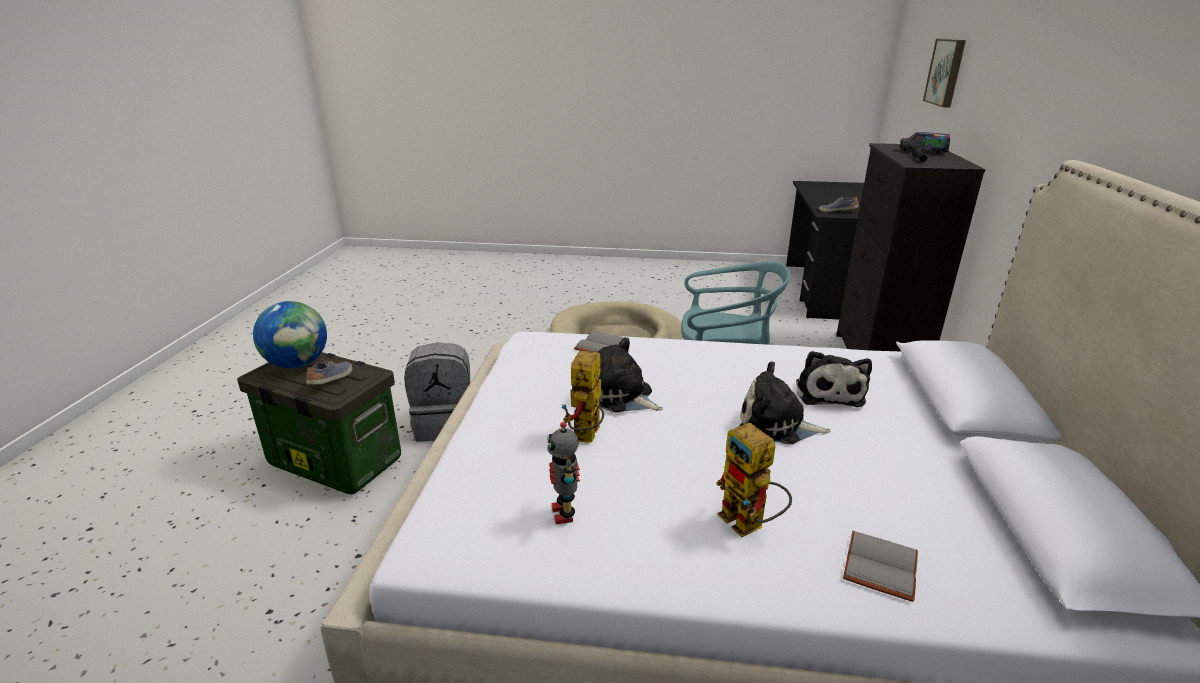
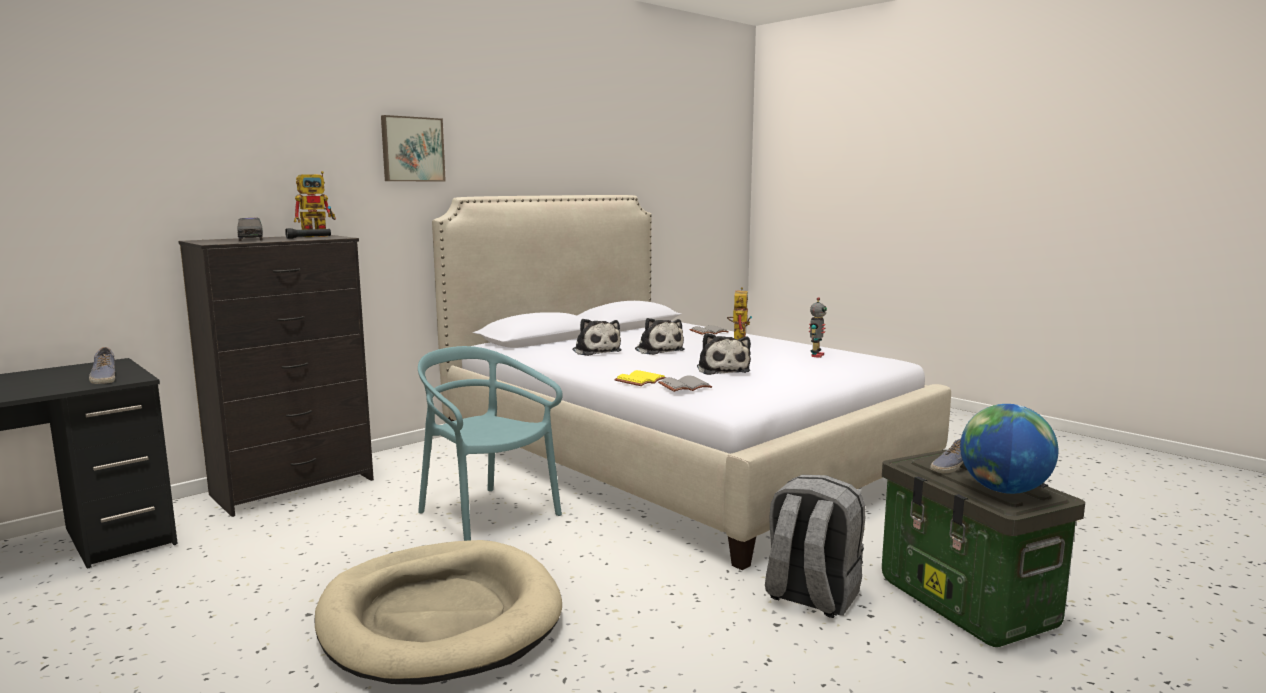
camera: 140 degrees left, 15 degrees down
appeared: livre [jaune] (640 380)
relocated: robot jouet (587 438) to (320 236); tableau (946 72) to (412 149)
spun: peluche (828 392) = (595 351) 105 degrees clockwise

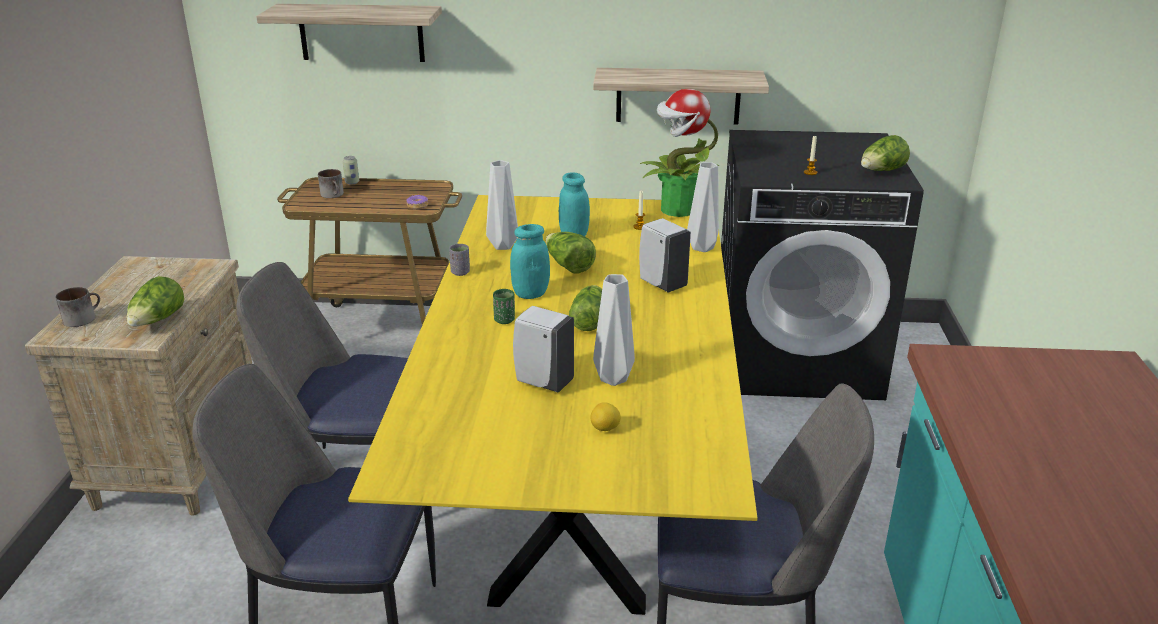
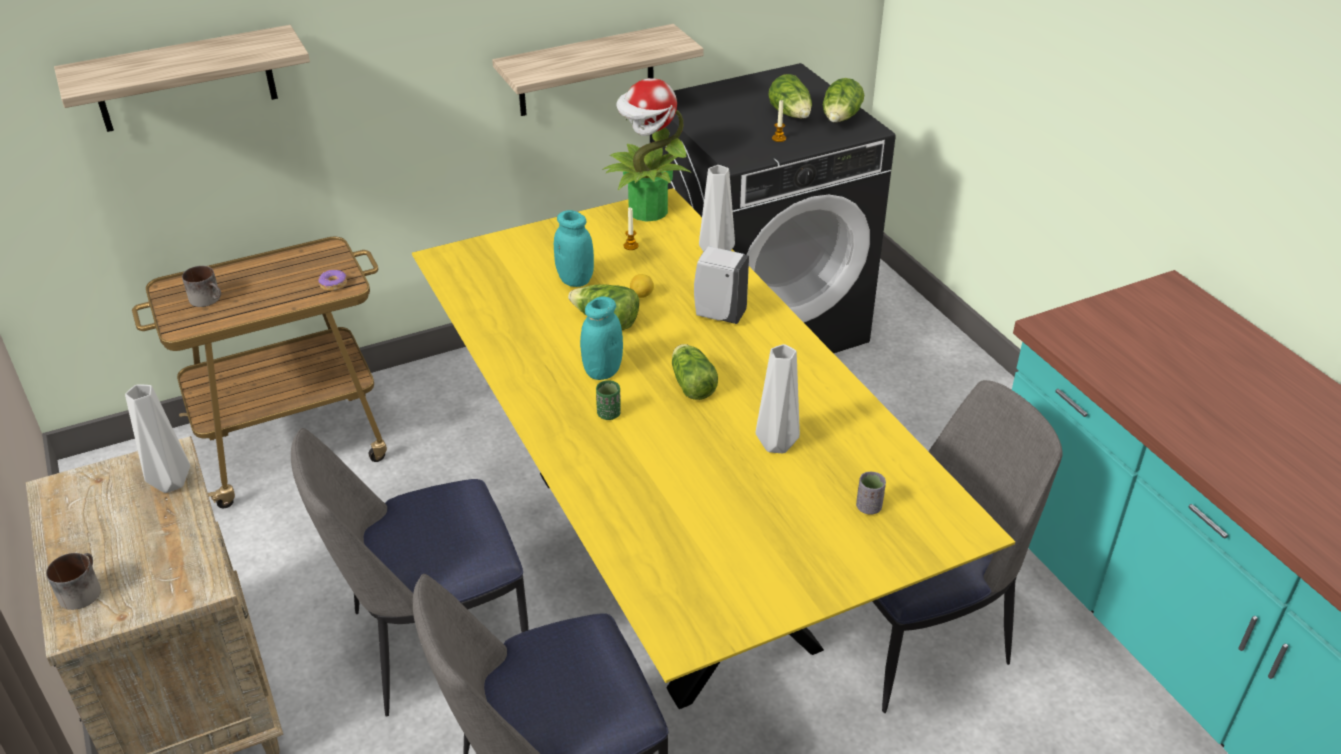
camera: 30 degrees left, 10 degrees up
missing: boîte métallique (352 182); distributeur de savon [blanc] (542 382)
relocated: laitue (158 320) to (791 115); tasse [gris] (460 272) to (868 507); vase [gris] (501 246) to (169 484); citron (605 429) to (642 295)

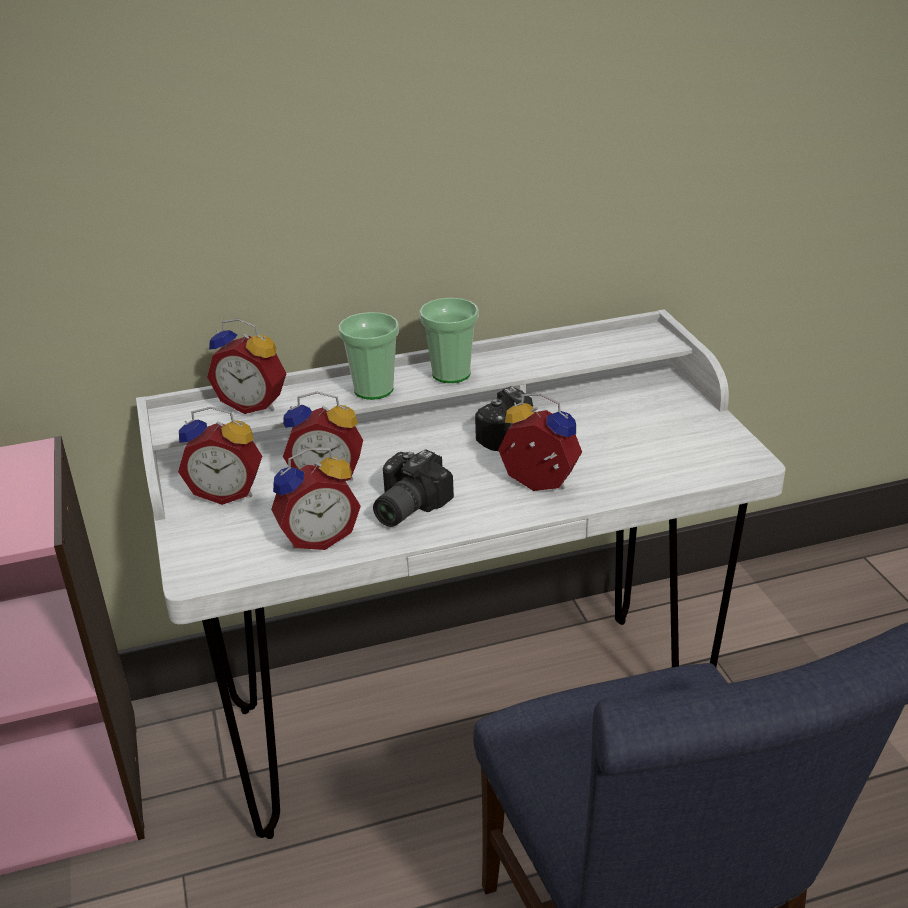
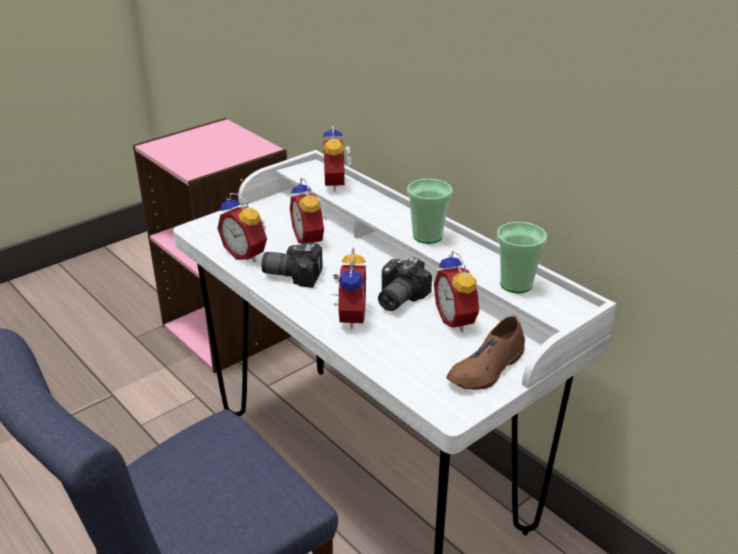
camera: 65 degrees right, 0 degrees up
appeared: chaussure [marron] (487 368)
relocated: réveil (227 492) to (458 320); tasse (373 390) to (516 284)

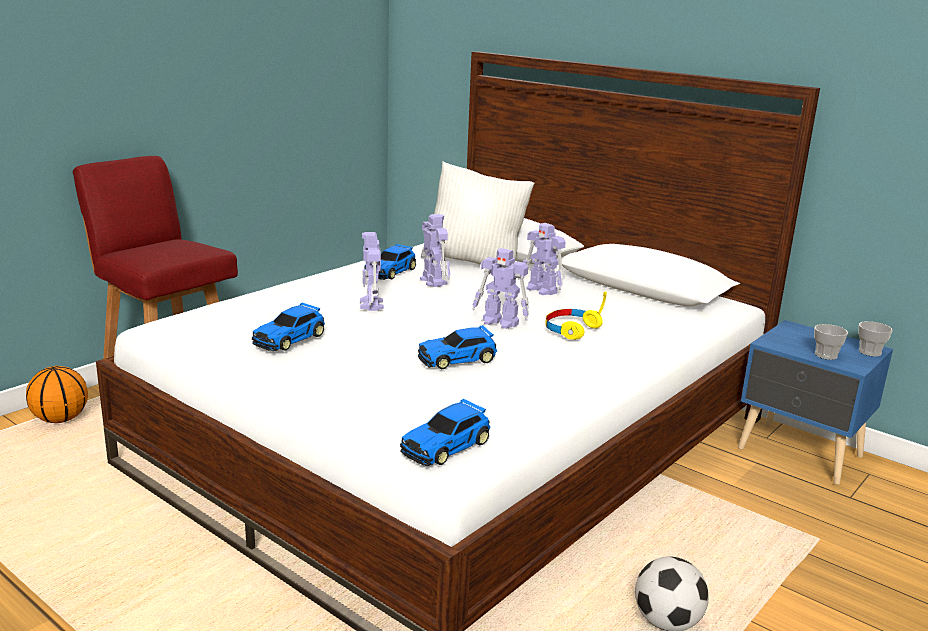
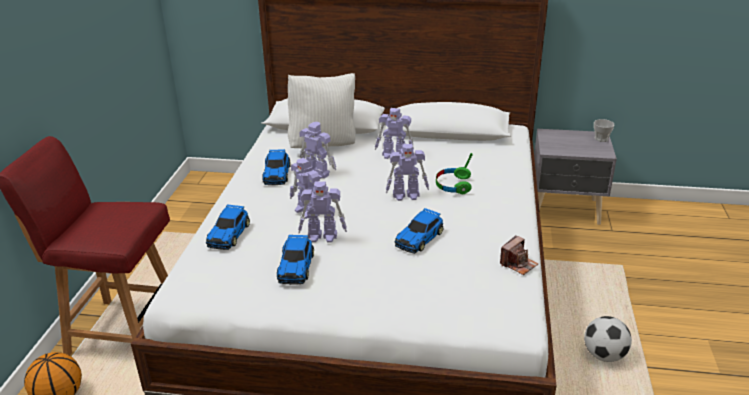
camera: 30 degrees left, 10 degrees up
missing: tasse (825 355)
appeared: robot jouet (323 236); appareil photo (518 264)
relocated: petite voiture (447 446) to (229 234)
colour: casque audio [jaune] (571 330) to casque audio [vert] (453 185); table de chevet [bleu] (800 454) to table de chevet [gris] (565 211)

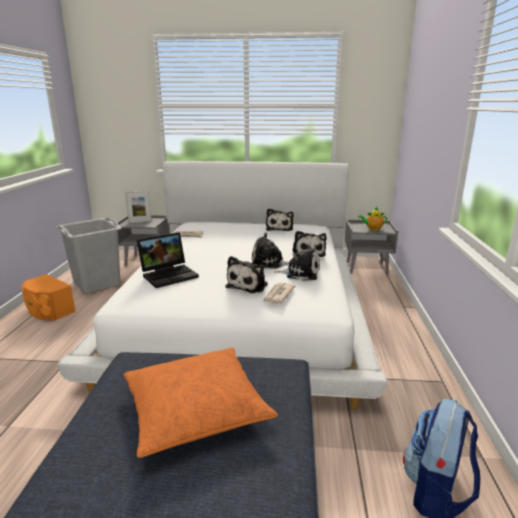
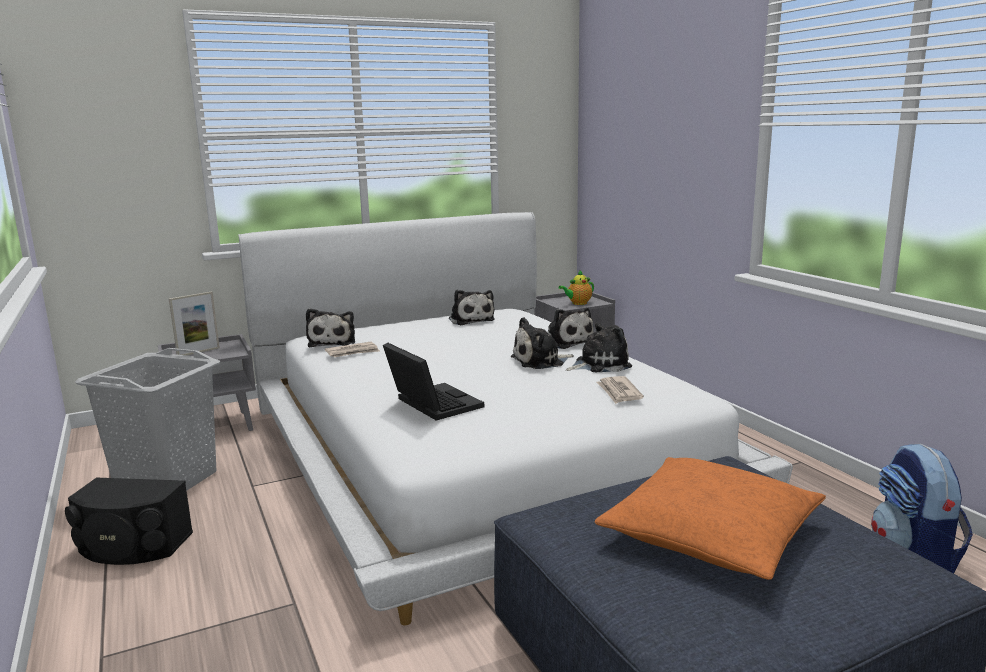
camera: 30 degrees left, 5 degrees down
relocated: peluche (248 285) to (332 342)
colour: enceinte [orange] (49 310) to enceinte [noir] (132 546)
spun: ordinateur portable (169 275) = (431 404) 60 degrees counterclockwise

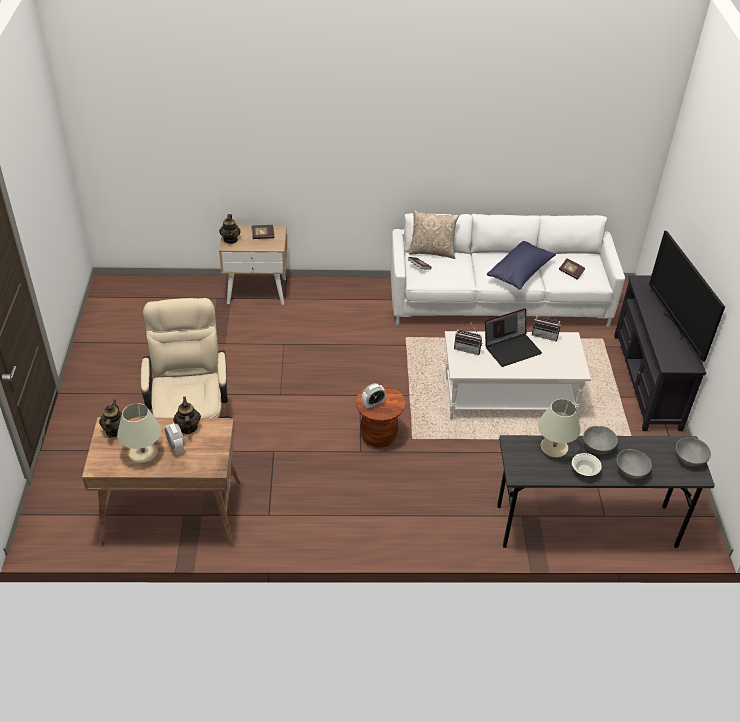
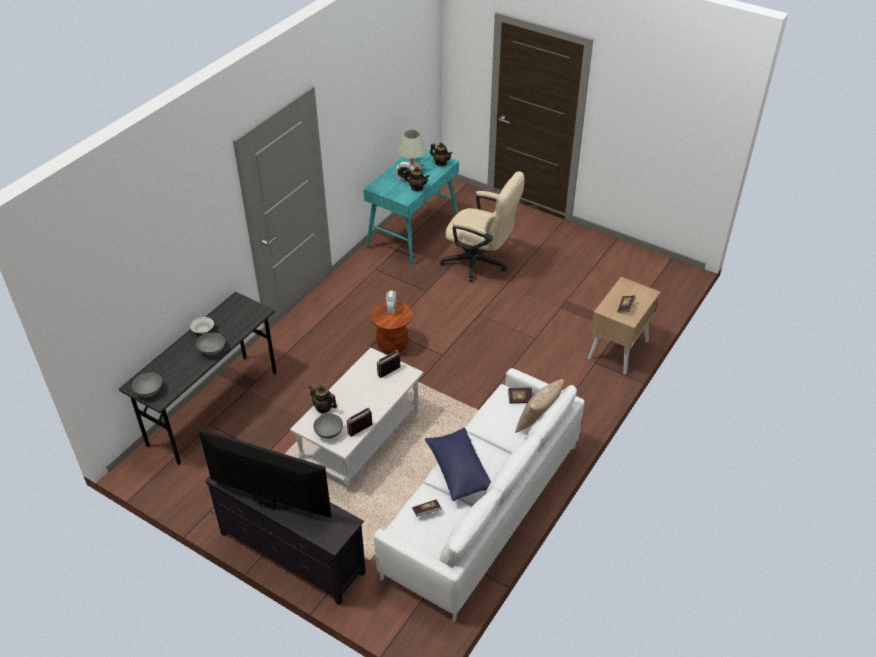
camera: 125 degrees right, 0 degrees up
missing: ordinateur portable (512 348); lampe de table [beige] (553 448)
relocated: théière (230 239) to (323 407); bol [gris] (631 471) to (329 432)
colour: bureau [marron] (172 515) to bureau [turquoise] (413 233)

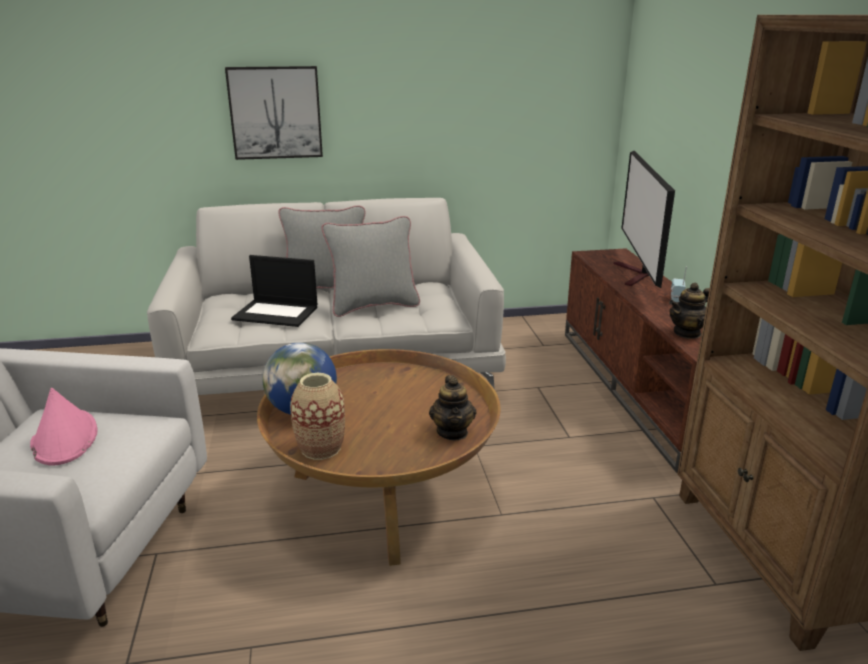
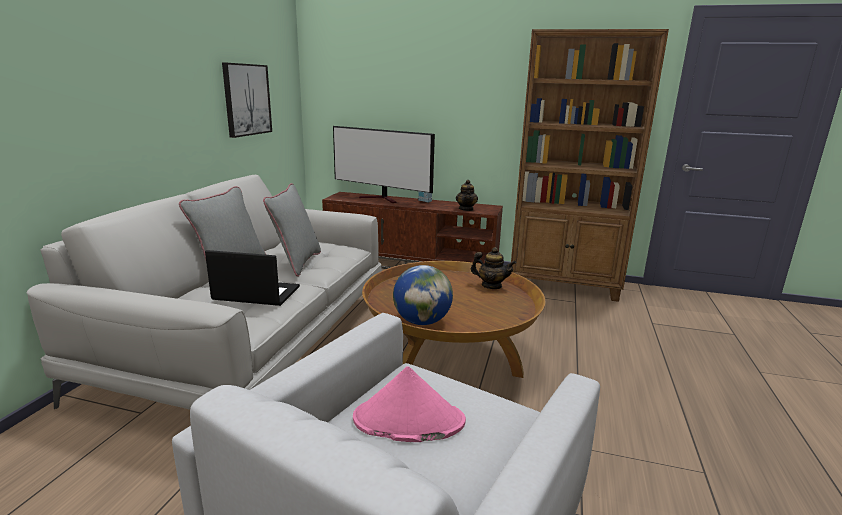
camera: 65 degrees left, 5 degrees down
missing: vase (321 448)
relocated: tableau (275 113) to (247 99)
spun: ordinateur portable (277 313) = (255 293) 120 degrees counterclockwise

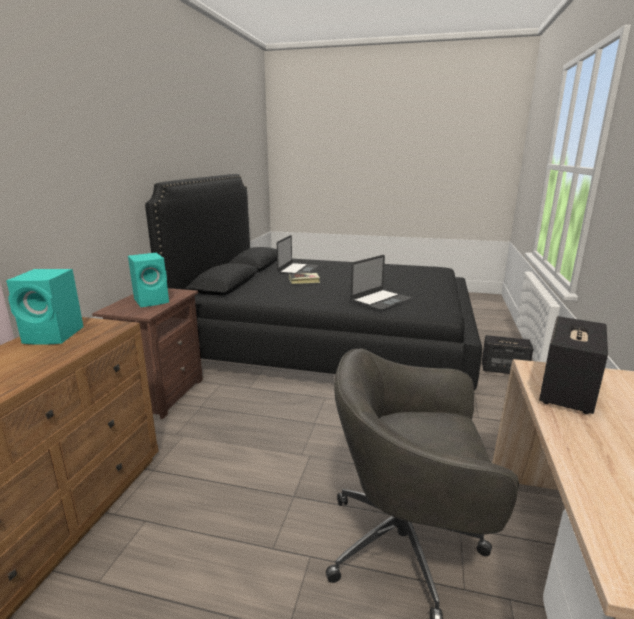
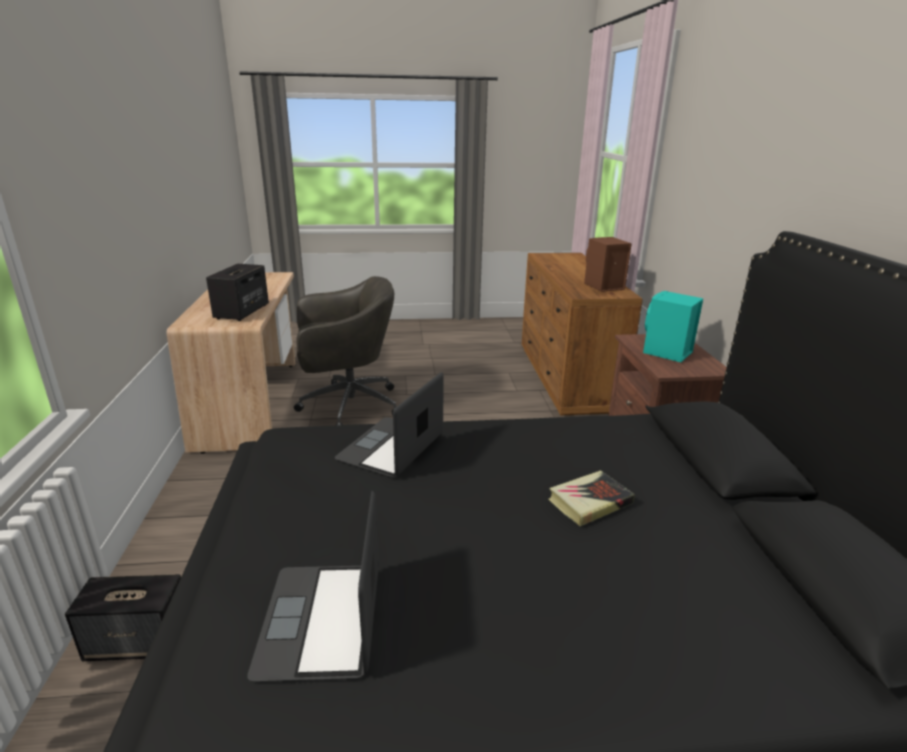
camera: 160 degrees right, 5 degrees up
relocated: ordinateur portable (298 269) to (321 619)
colour: enceinte [turquoise] (55 335) to enceinte [marron] (602 286)

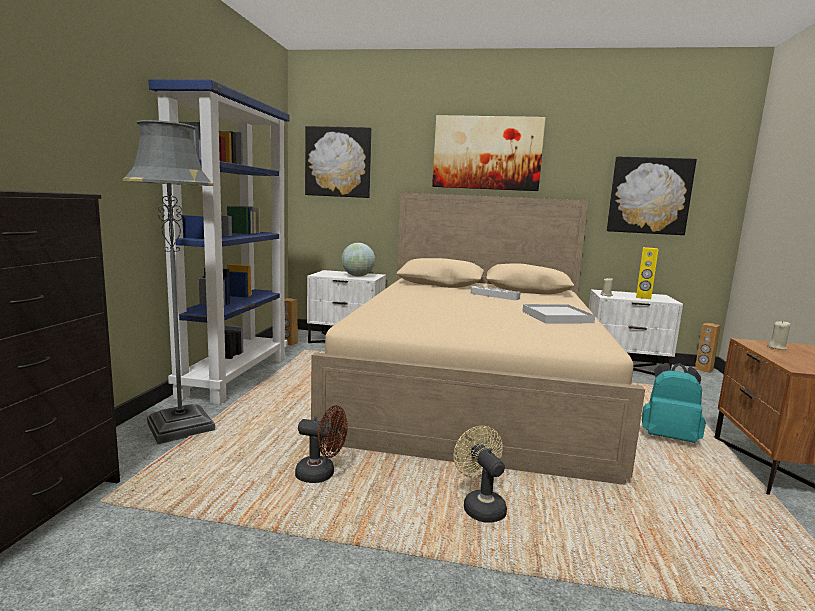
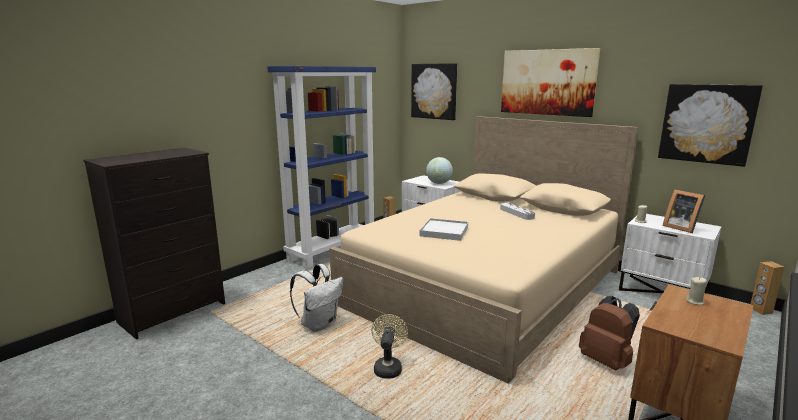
camera: 30 degrees right, 5 degrees up
missing: lampadaire [gris] (181 427)
relocated: plateau [blanc] (557 317) to (444 232)
exchanged: ventilateur [marron] (321 475) to sac à dos [blanc] (319 324); enceinte [jaune] (643 297) to cadre photo (680 227)
colour: sac à dos [turquoise] (668 437) to sac à dos [marron] (606 361)

